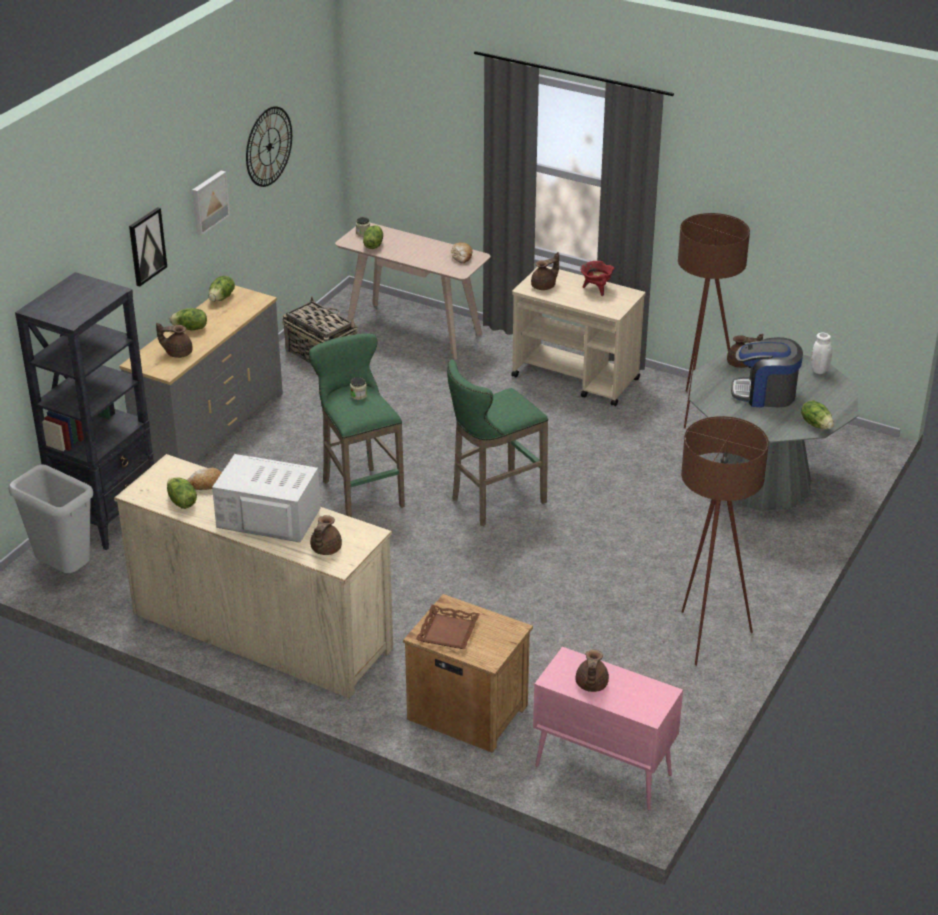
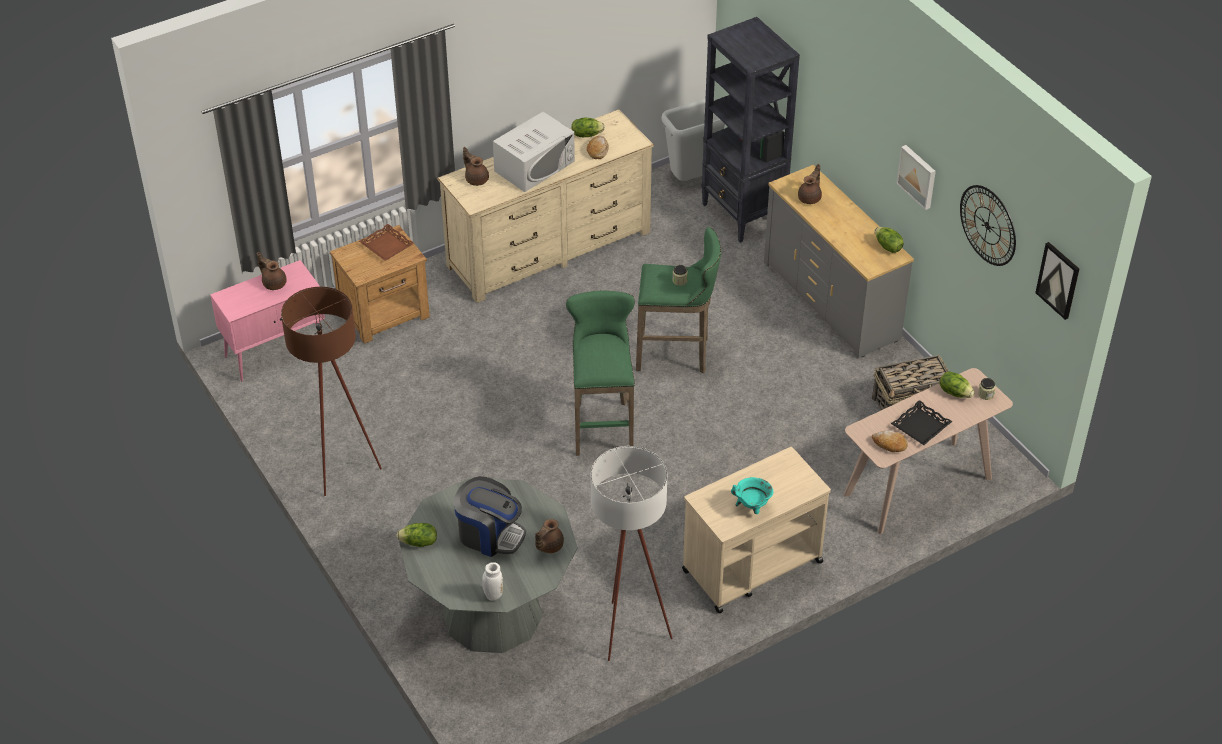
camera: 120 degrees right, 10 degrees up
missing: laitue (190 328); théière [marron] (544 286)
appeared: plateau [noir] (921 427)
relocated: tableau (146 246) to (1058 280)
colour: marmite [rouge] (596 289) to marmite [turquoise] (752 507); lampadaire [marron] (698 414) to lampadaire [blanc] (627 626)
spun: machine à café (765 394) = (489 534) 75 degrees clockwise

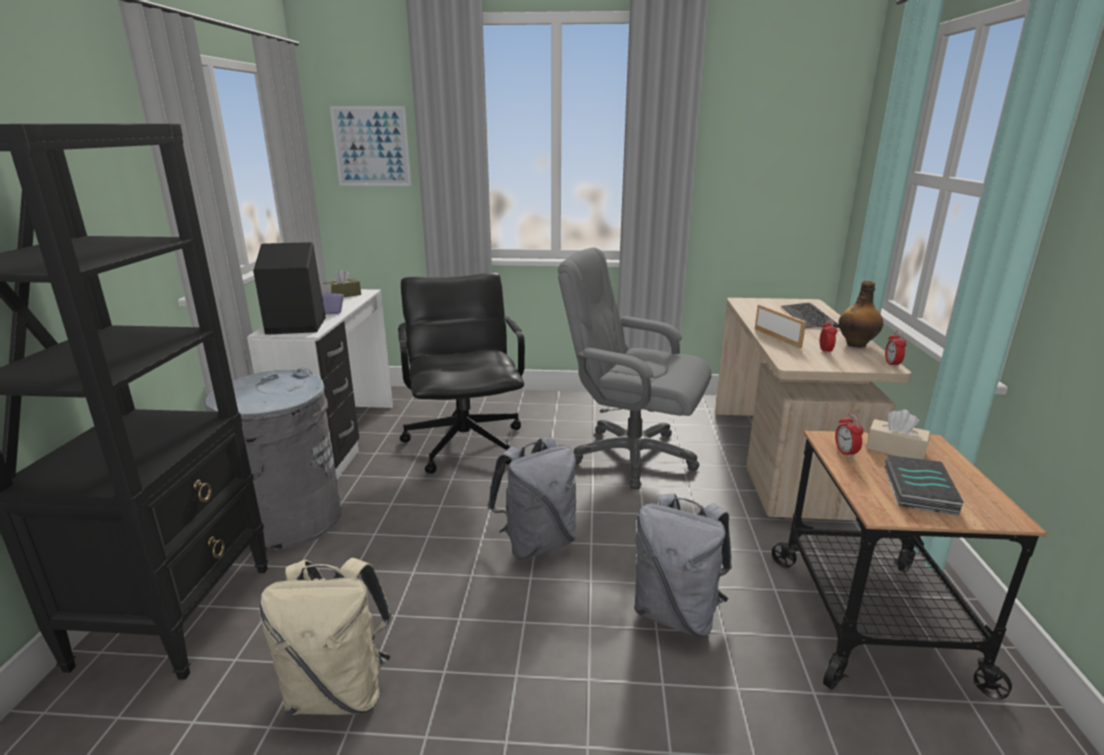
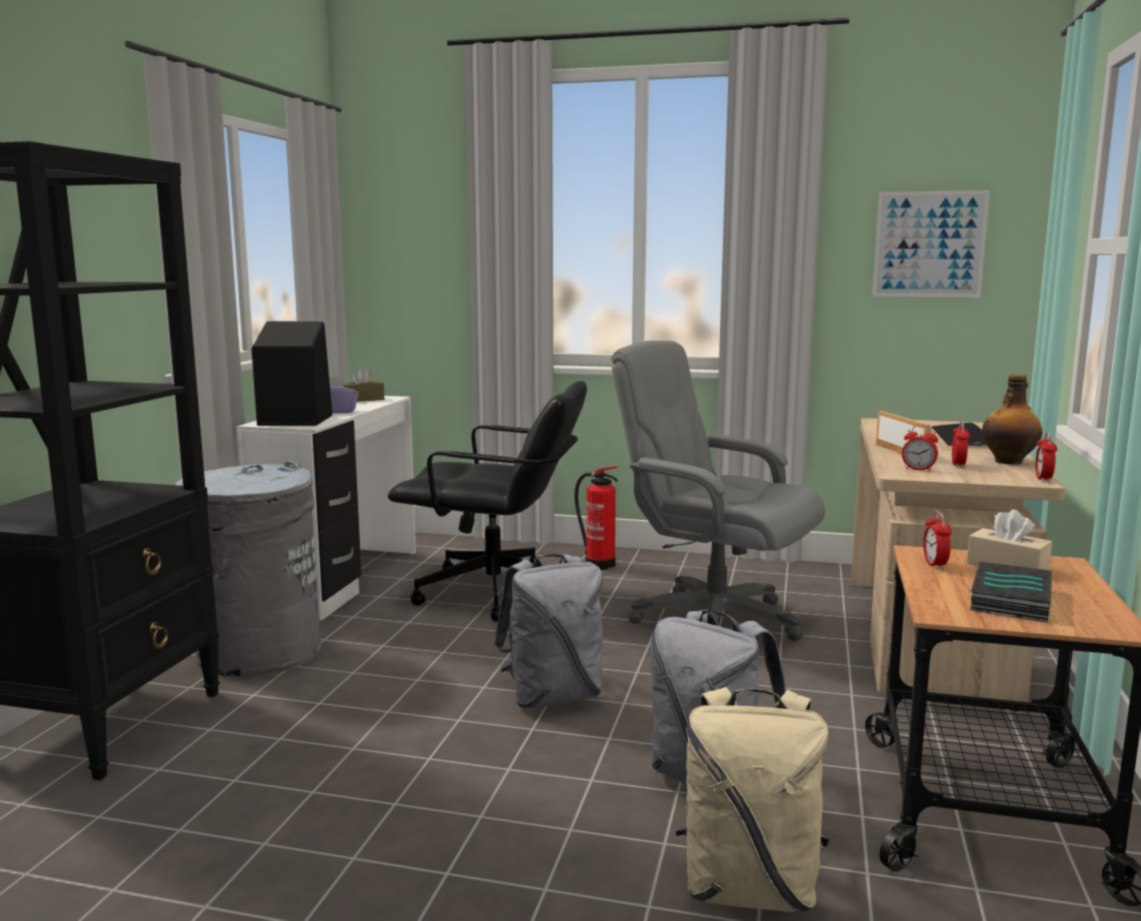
camera: 10 degrees right, 10 degrees down
appeared: extincteur (598 564); réveil (918 469)
relocated: sac à dos [beige] (339 691) to (749 888); tableau (371 146) to (929 244)
spun: chaise de bureau [noir] (465 443) = (496 594) 105 degrees clockwise

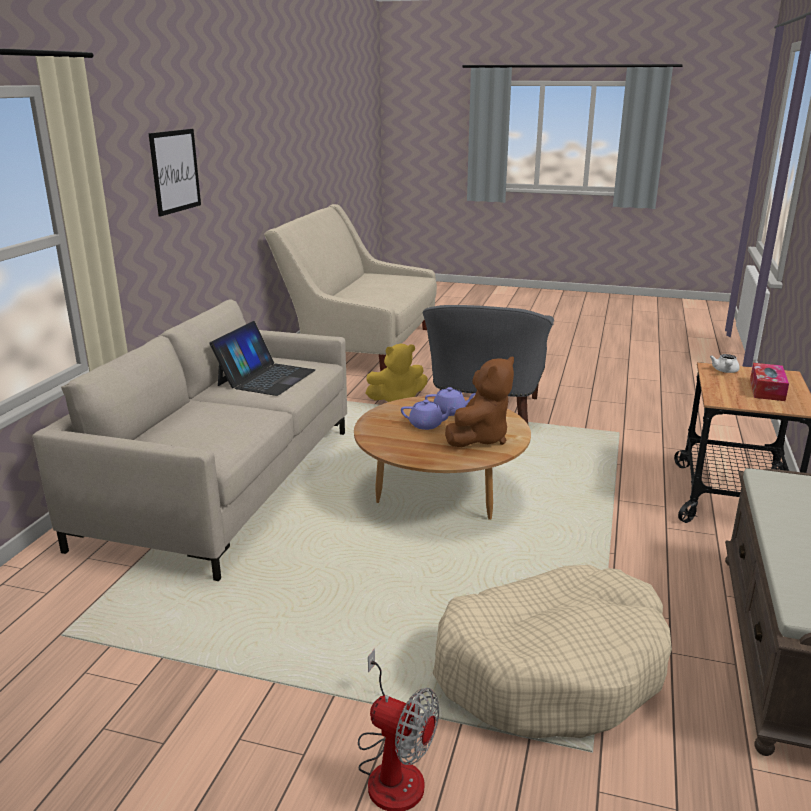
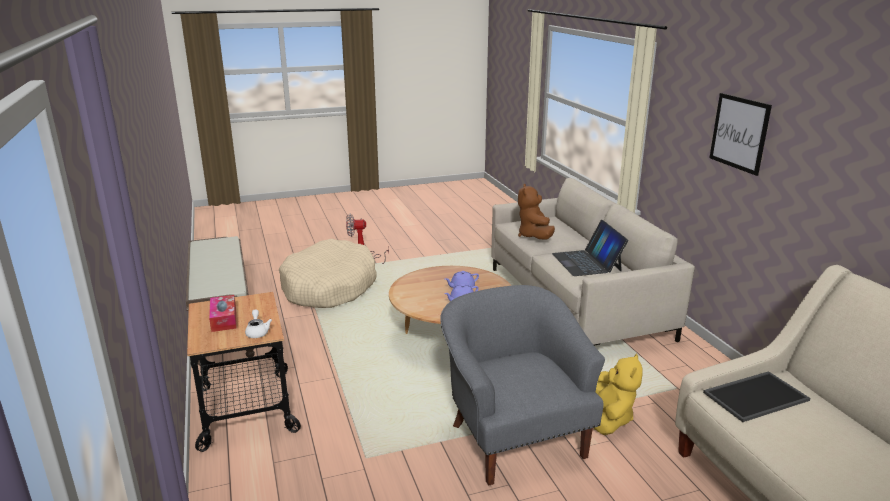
camera: 145 degrees right, 0 degrees up
appeared: plateau (755 395)
relocated: peluche [marron] (480 438) to (534 236)
spun: peluche [jaune] (397 399) = (610 418) 150 degrees clockwise

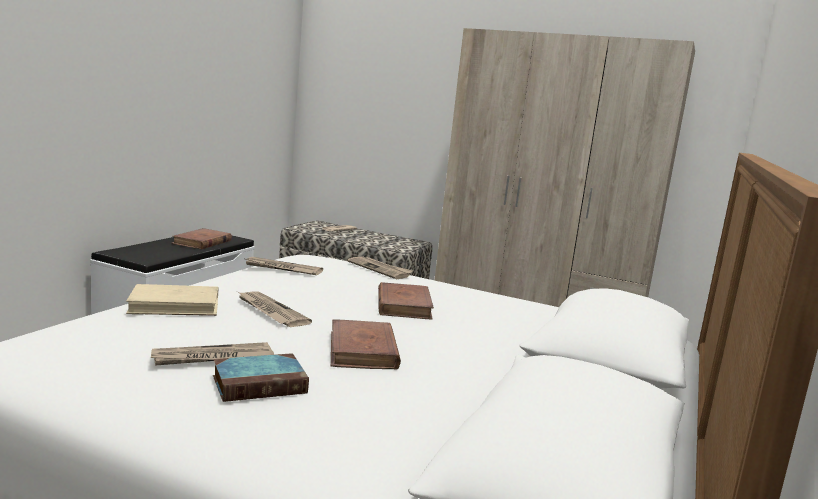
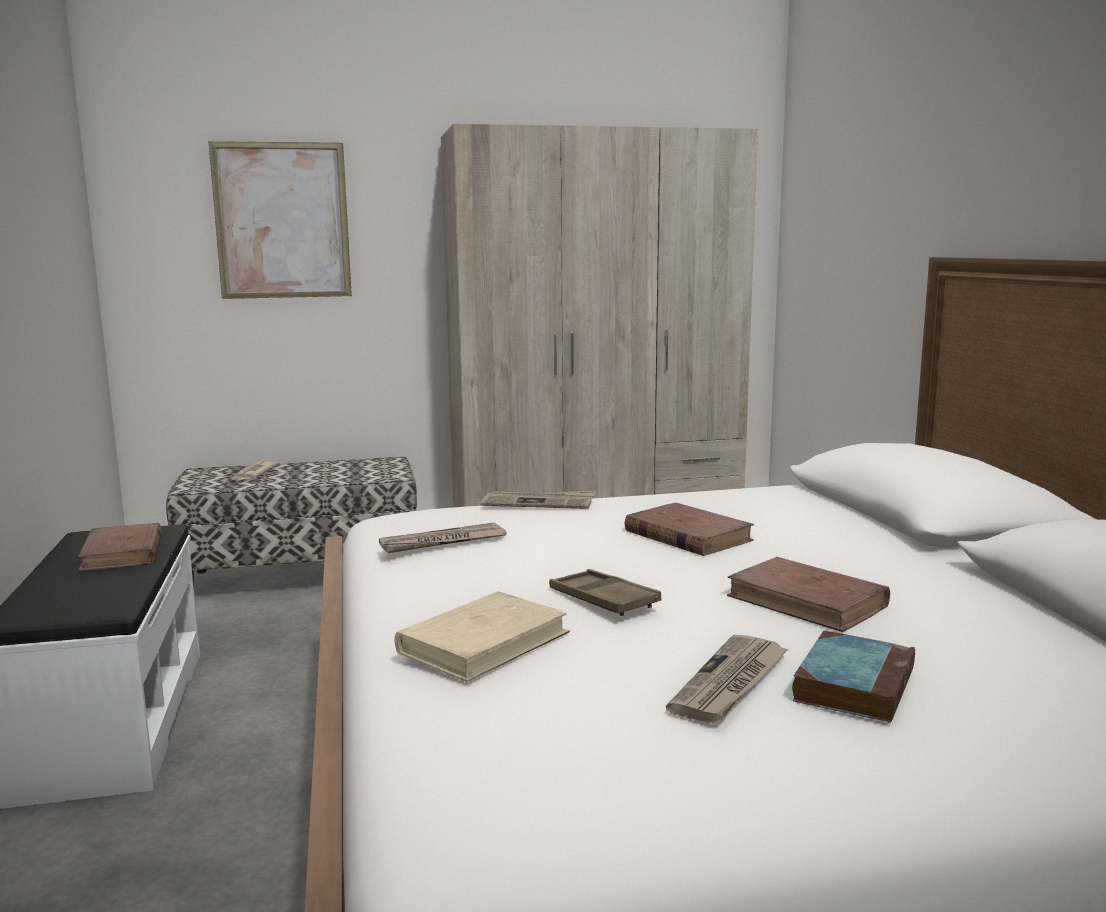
camera: 35 degrees left, 0 degrees up
appeared: tableau (282 221)
exchanged: journal (270 311) to plateau [marron] (603 600)

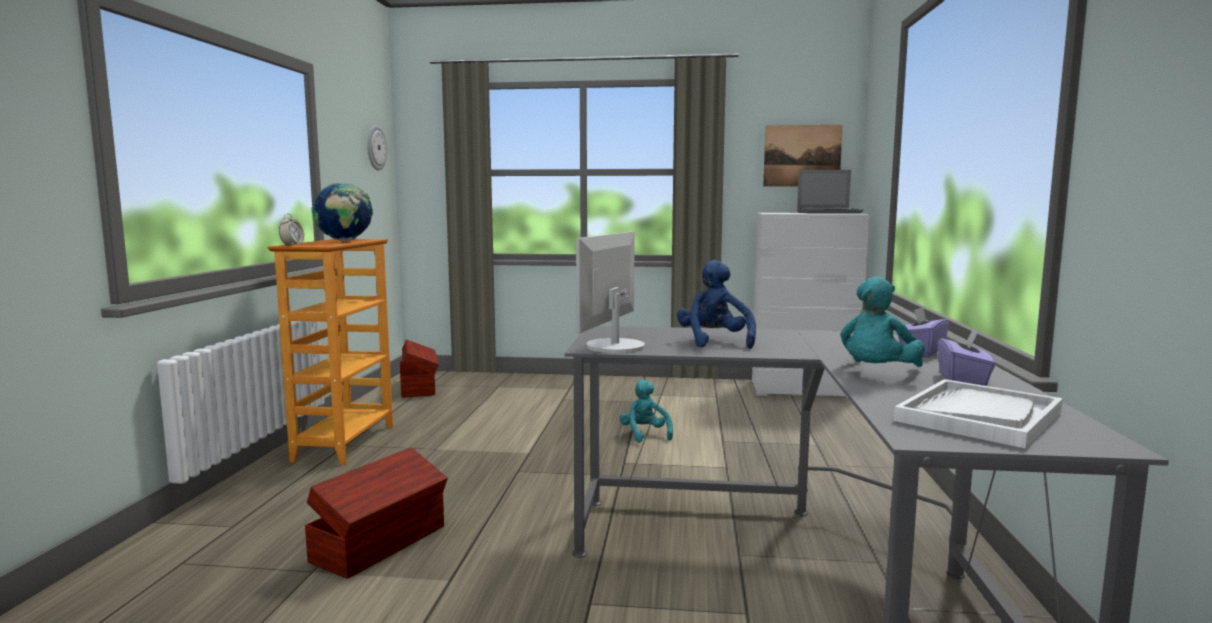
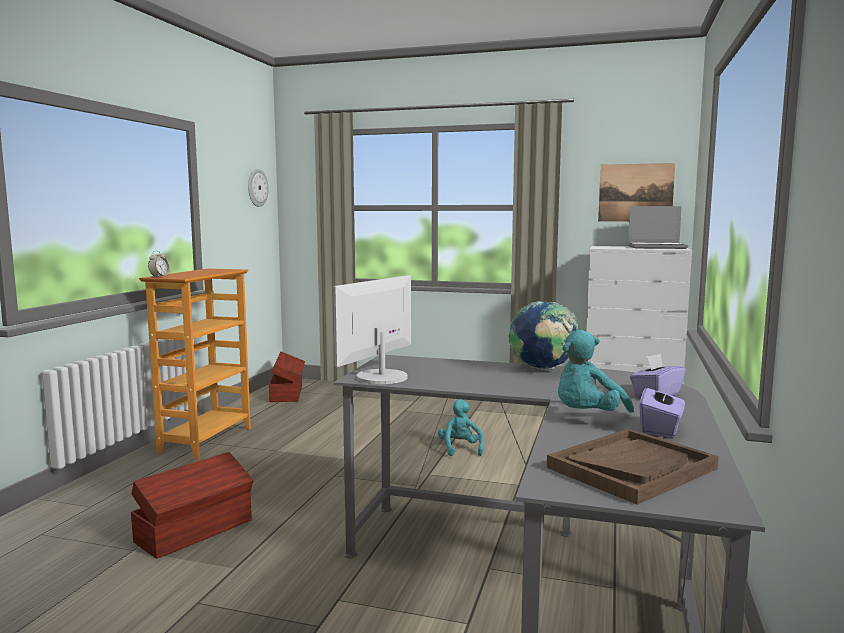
camera: 10 degrees right, 0 degrees up
missing: peluche [bleu] (714 342)
relocated: globe (344 241) to (543 369)
colour: plateau [blanc] (978 416) to plateau [marron] (631 468)

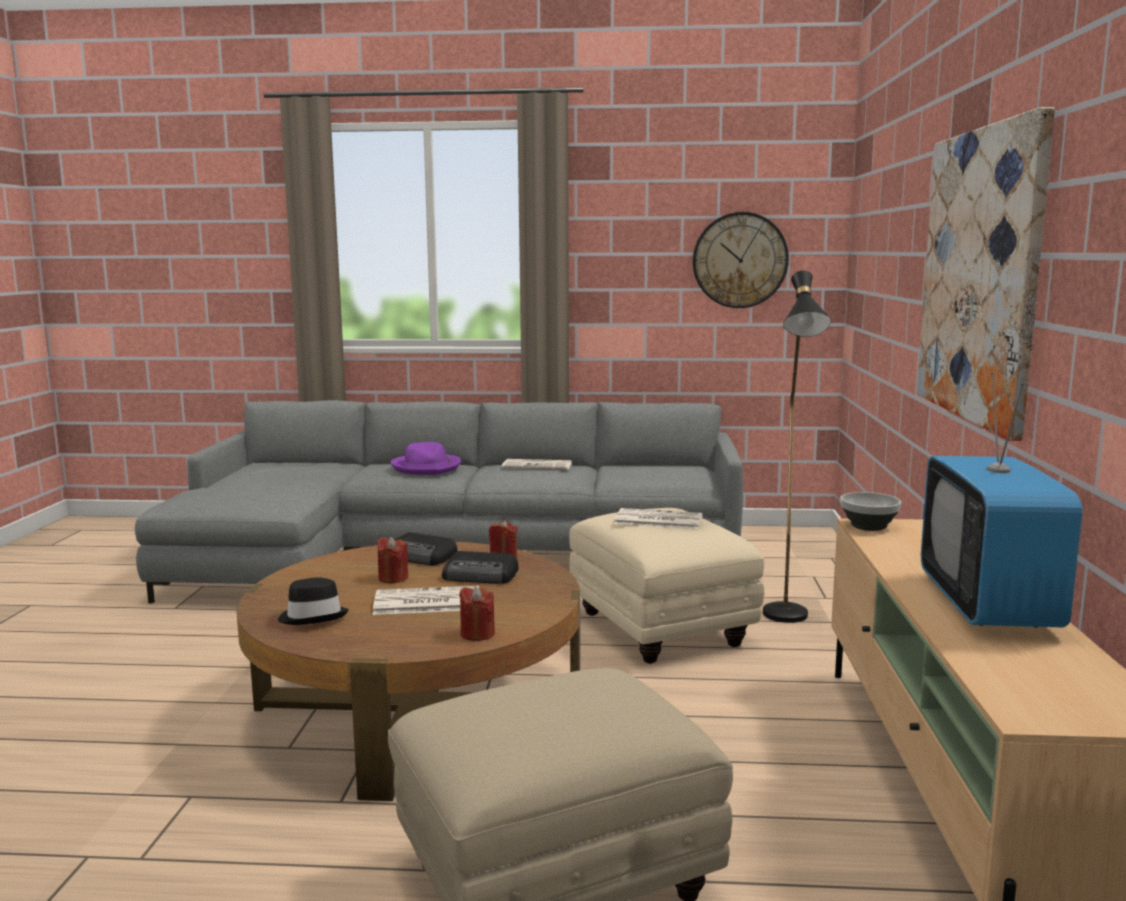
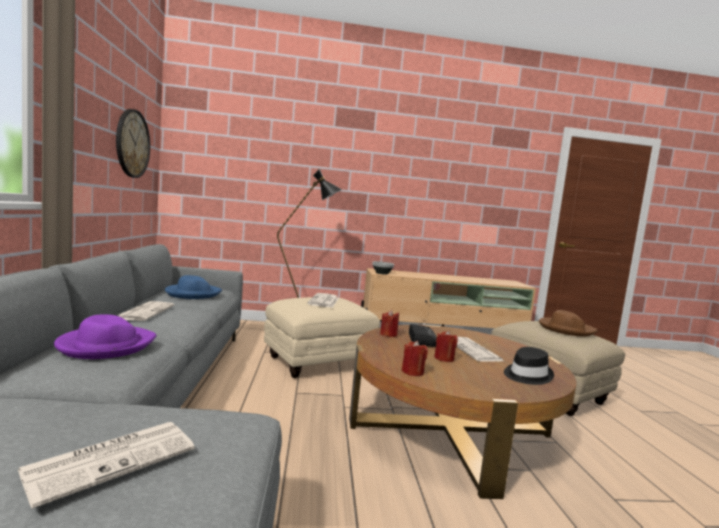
camera: 100 degrees left, 5 degrees down
missing: radio (421 556); tableau (980 275); téléviseur (988 604)
appeared: journal (113 459); chapeau [bleu] (193 293); chapeau [marron] (565 329)
relocated: bougie [rouge] (477 634) to (412 372)

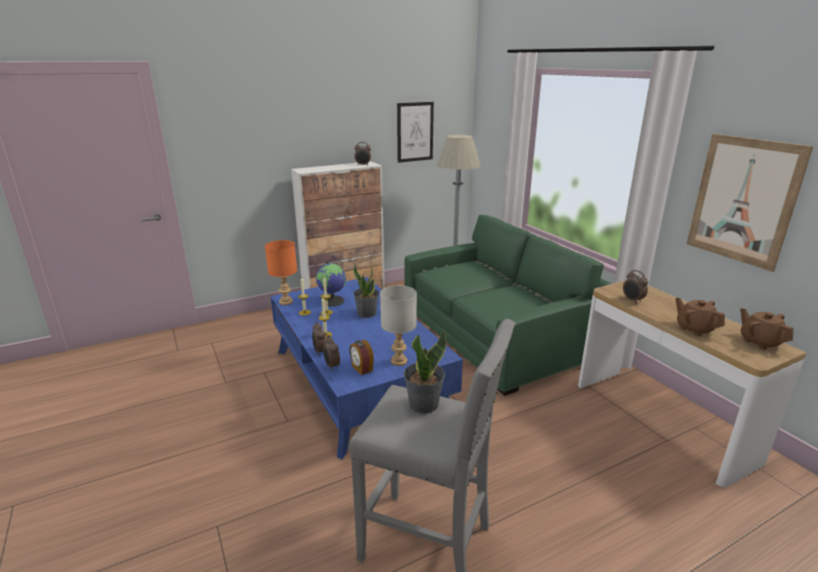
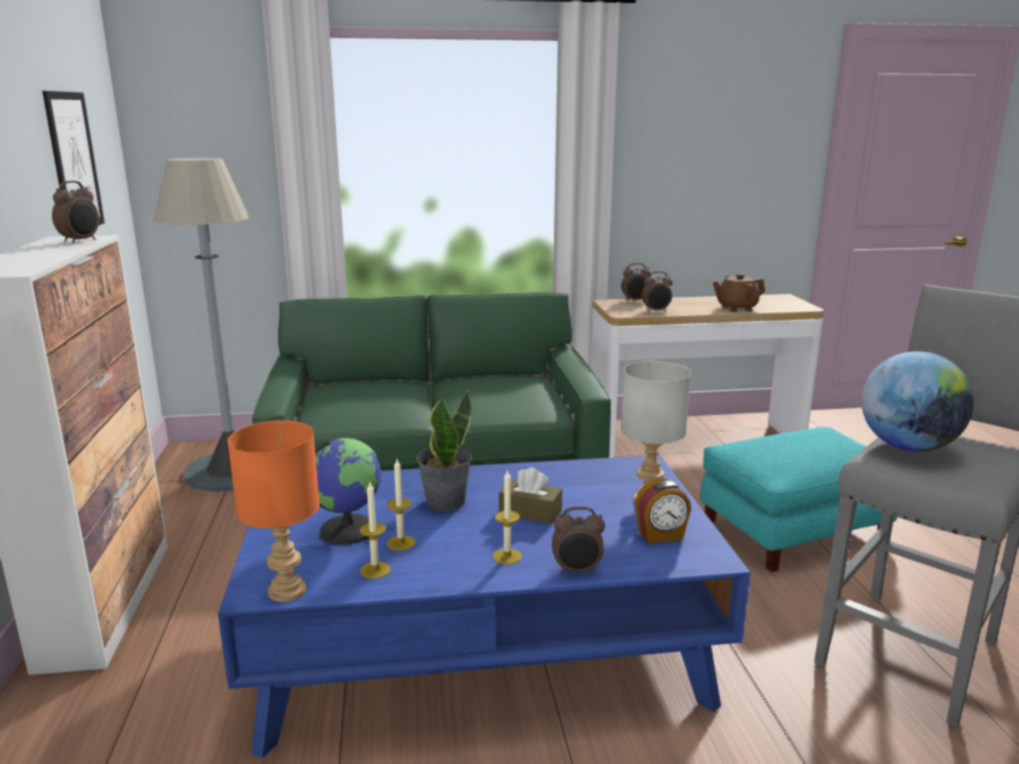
camera: 70 degrees left, 5 degrees down
missing: tableau (743 200); théière [marron] (759 342)
appeared: boîte à mouchoirs [marron] (530 512); pouf [turquoise] (793 530)
relocated: réveil (331 366) to (635 301)
exchanged: plante en pot (423 404) to globe (908 447)

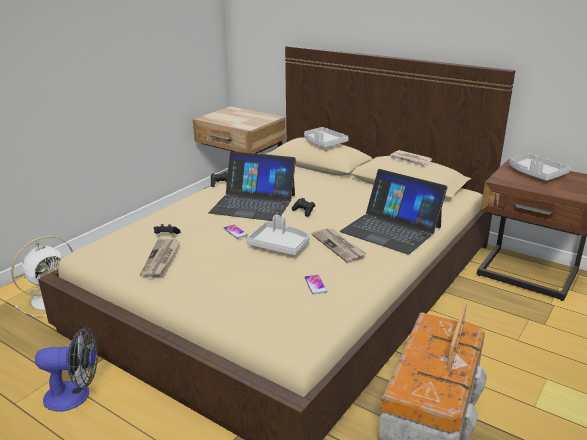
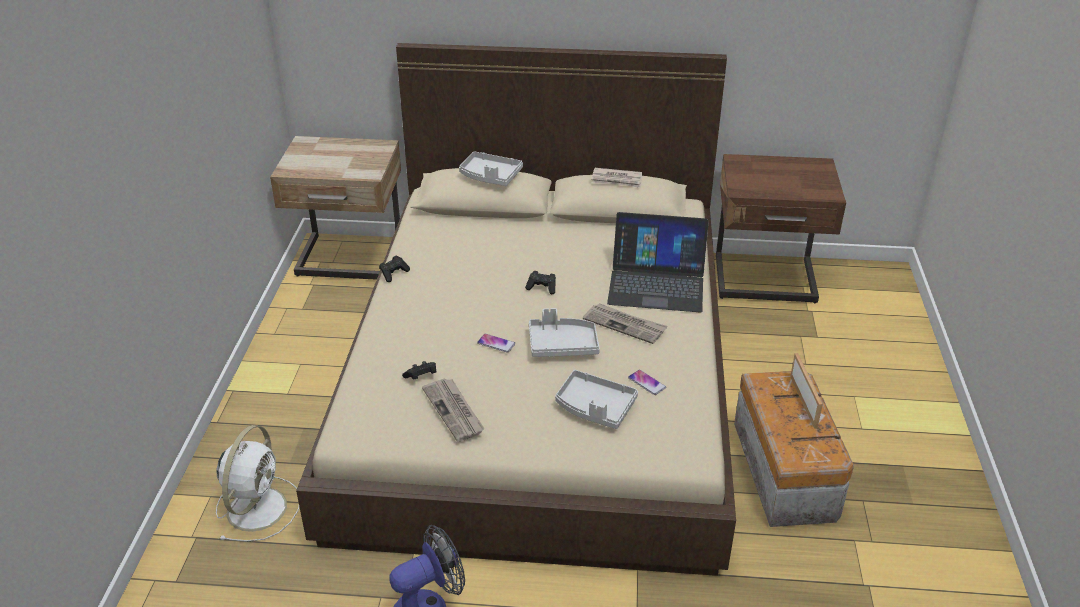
camera: 30 degrees left, 10 degrees up
missing: ordinateur portable (253 203)
relocated: plateau [gris] (536 174) to (594 407)

